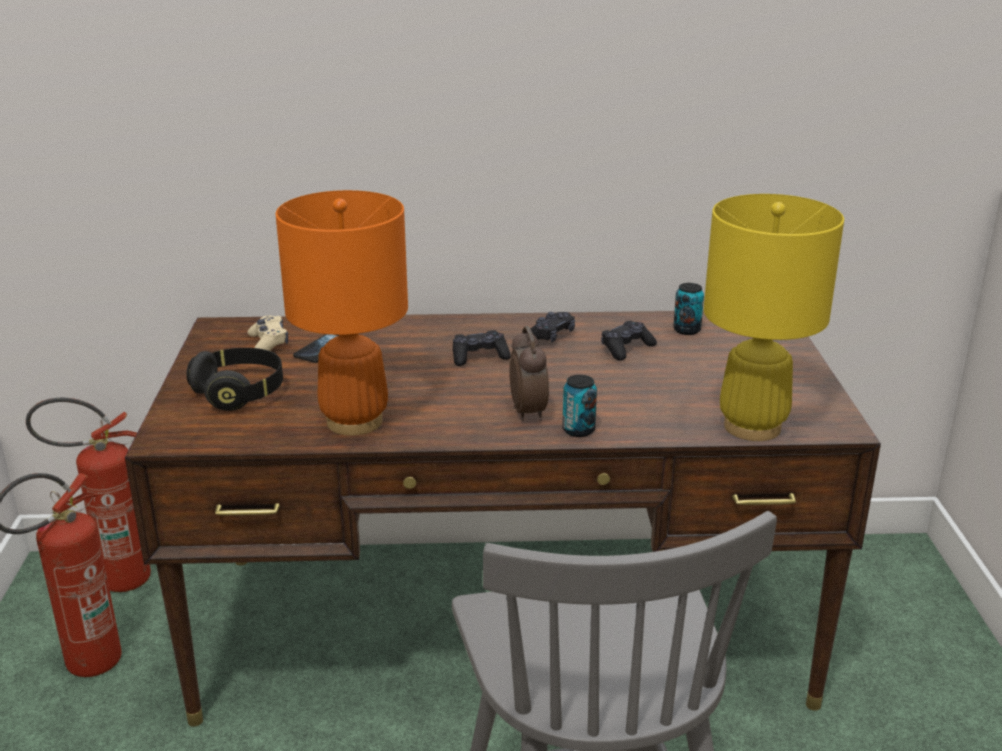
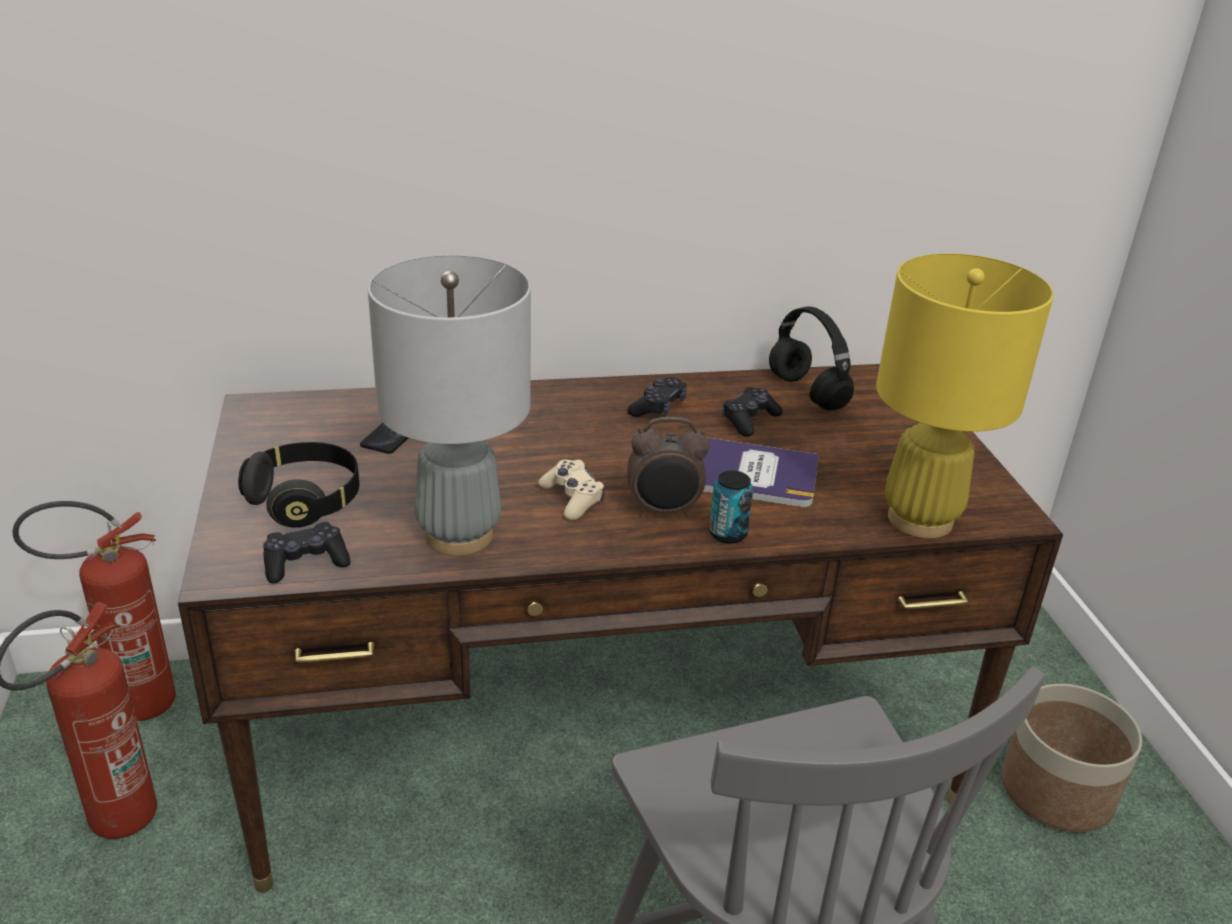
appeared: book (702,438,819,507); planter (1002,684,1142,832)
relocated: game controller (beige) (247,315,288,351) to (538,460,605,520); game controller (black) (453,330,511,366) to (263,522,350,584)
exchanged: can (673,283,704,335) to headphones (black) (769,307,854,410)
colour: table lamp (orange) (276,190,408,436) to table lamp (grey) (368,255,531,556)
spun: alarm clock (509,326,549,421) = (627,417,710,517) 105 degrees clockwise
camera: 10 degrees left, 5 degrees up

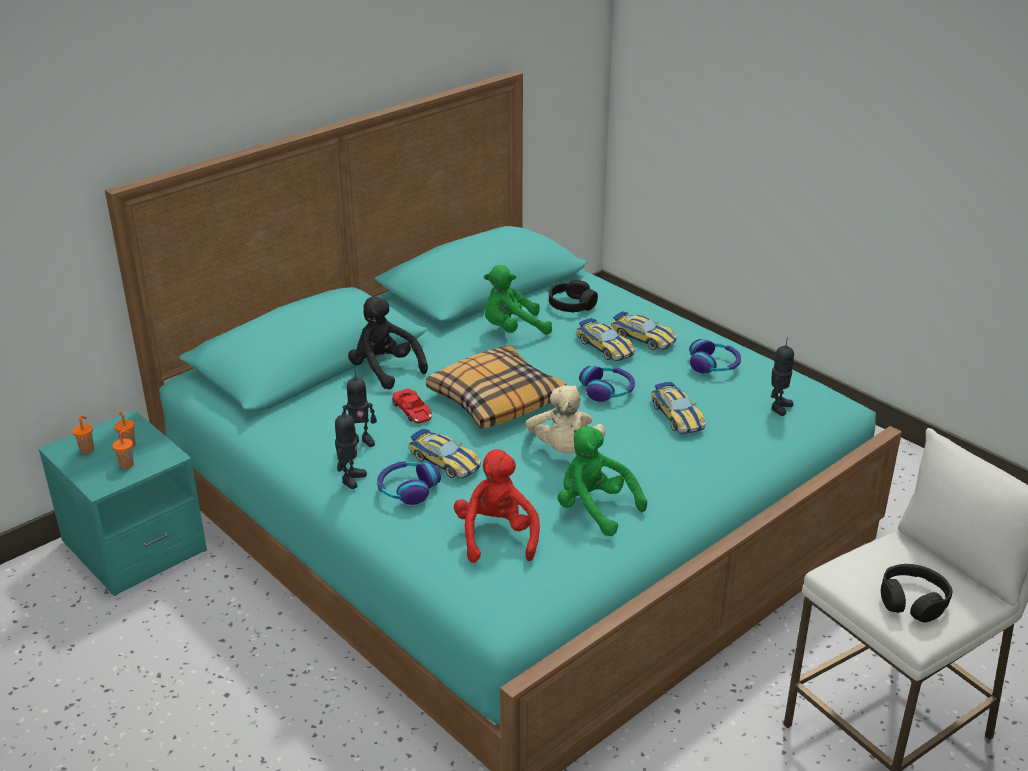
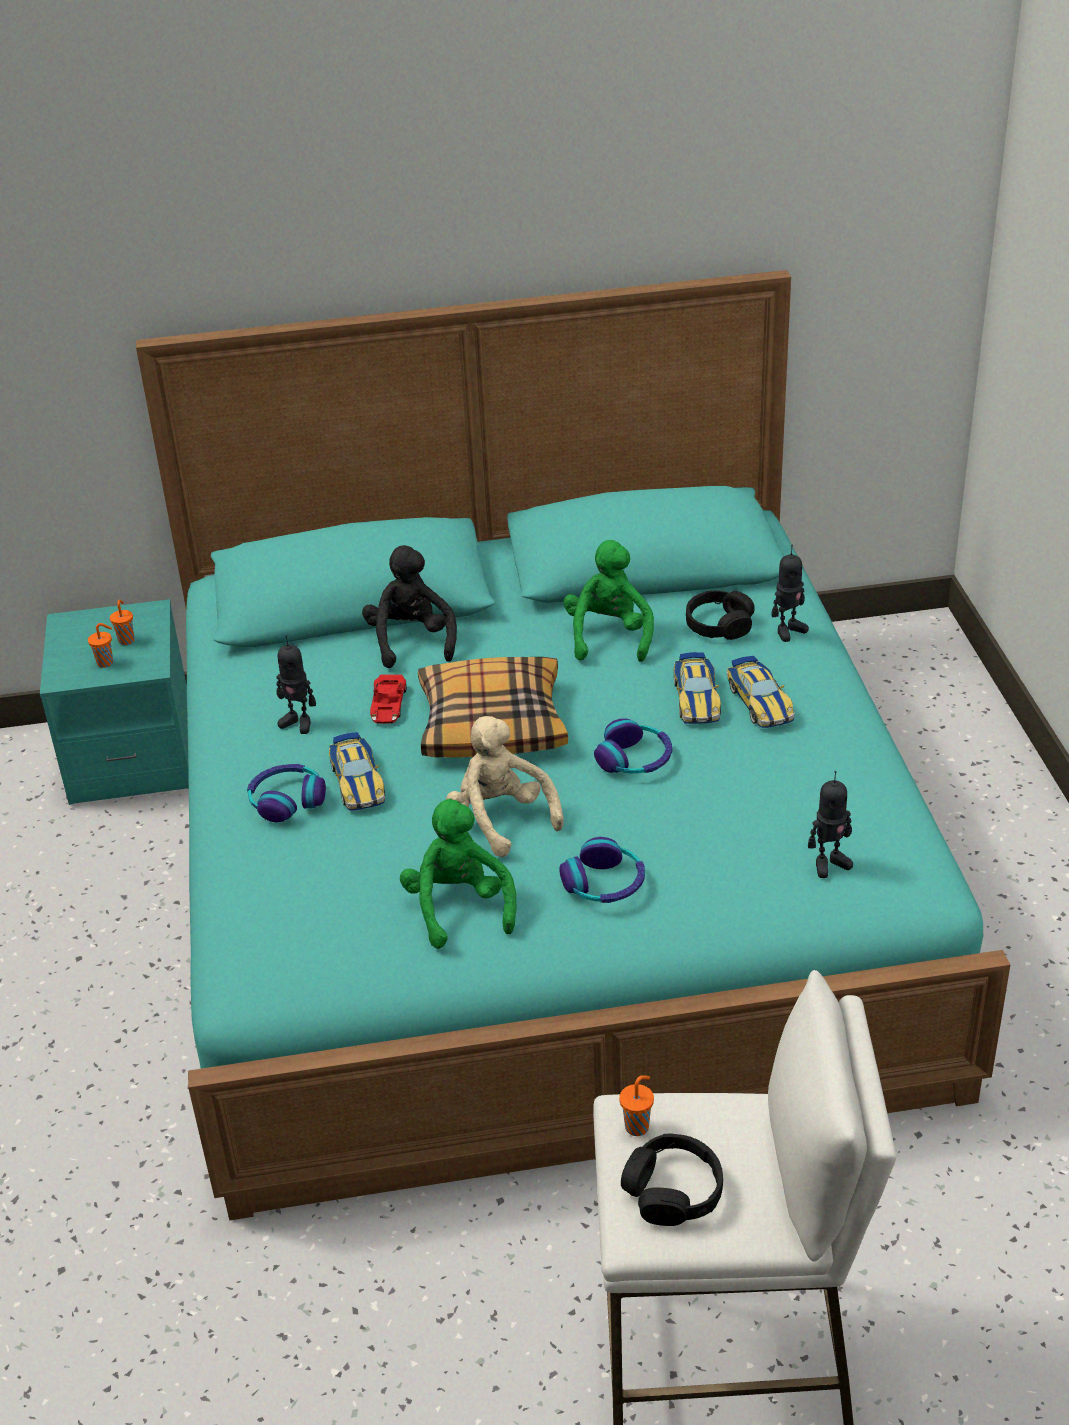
missing: toy car (651,382,706,434); plush toy (red) (454,449,540,563)
relocated: headphones (689,339,741,373) to (559,837,645,903); toy robot (335,406,367,489) to (771,545,809,642); cup (orange) (72,416,94,454) to (619,1075,654,1136)
spun: plush toy (green) (484,265,552,335) = (564,540,654,662) 75 degrees clockwise; plush toy (beige) (526,385,606,453) = (446,716,564,857) 120 degrees clockwise
camera: 35 degrees right, 5 degrees up

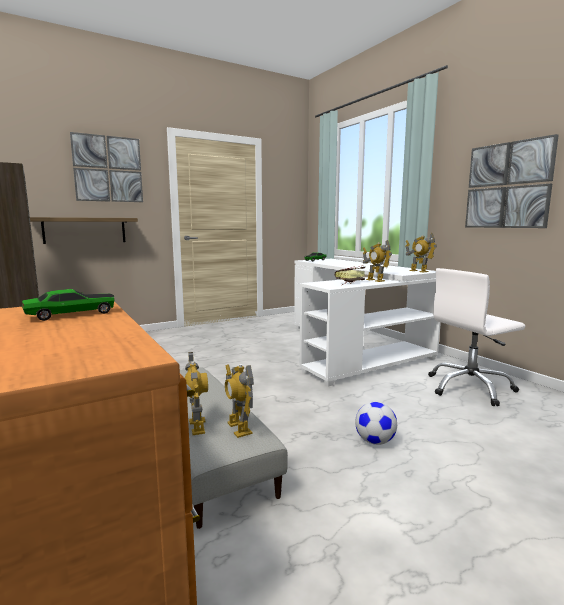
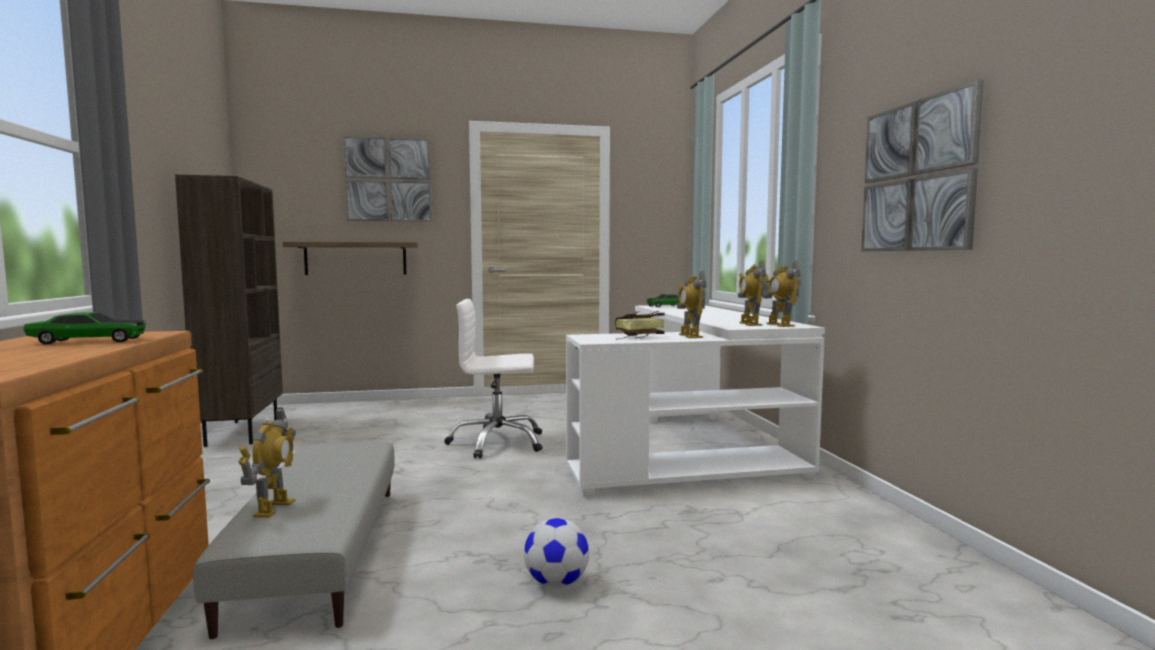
relocated: office chair (white) (428,268,525,406) to (444,299,542,459); toy robot (225,364,254,438) to (738,260,766,326)
camera: 20 degrees right, 5 degrees down

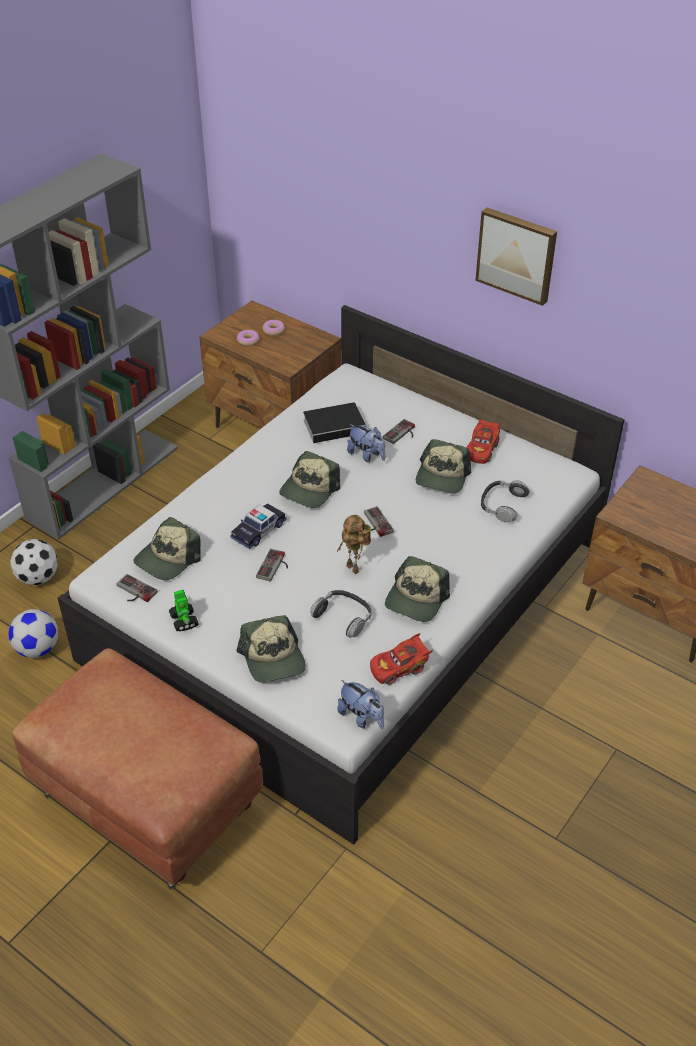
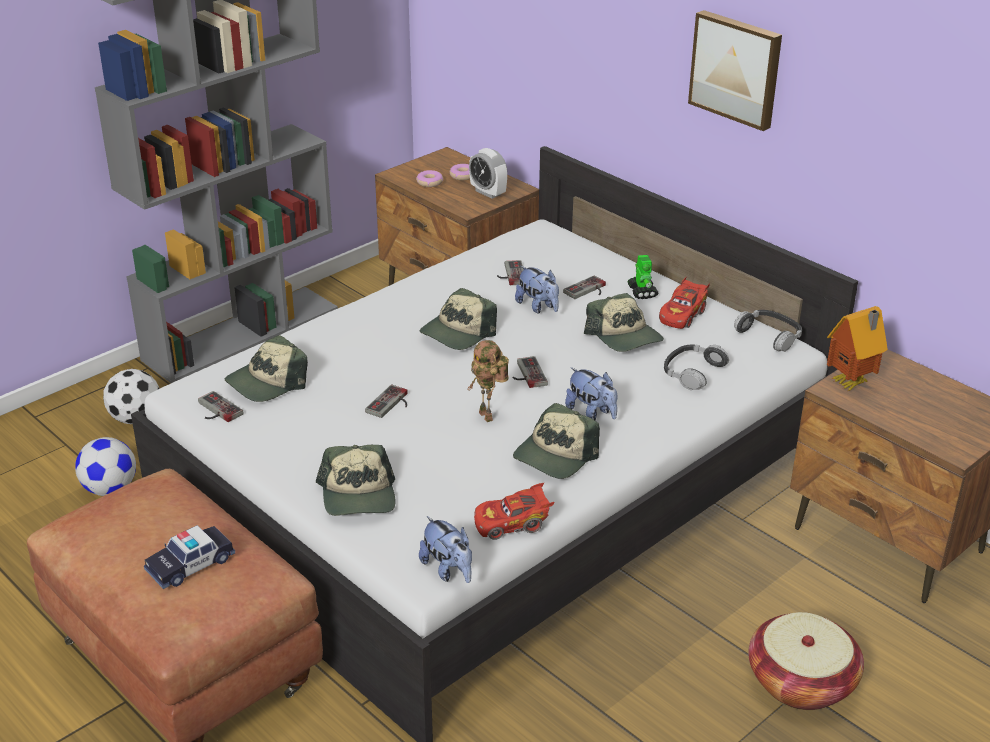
appeared: alarm clock (469,148,507,199); toy house (827,306,888,391); plush toy (565,367,617,420); basket (748,612,864,710)
relocated: toy car (231,503,287,549) to (144,525,235,589); toy robot (169,590,199,632) to (628,255,659,299); headphones (310,590,371,638) to (734,310,802,352)
exchanged: book (303,402,374,443) to game controller (497,260,524,285)
spun: cap (416,439,471,494) = (584,293,664,352) 60 degrees counterclockwise
camera: 10 degrees right, 10 degrees down

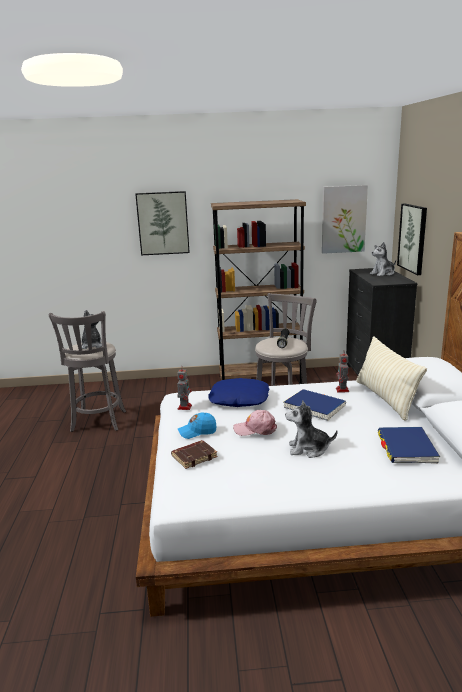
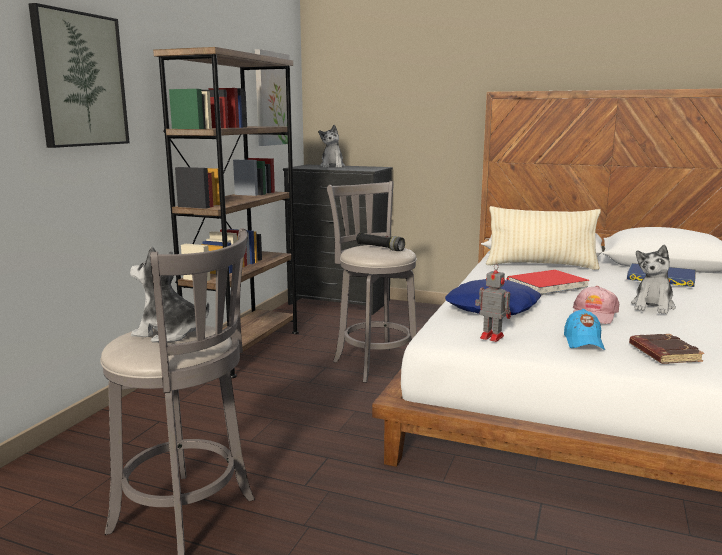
missing: picture (397,204,427,275); toy robot (336,353,349,393)
colour: book (blue) (284,389,346,421) to book (red) (507,270,589,295)
camera: 65 degrees left, 5 degrees down

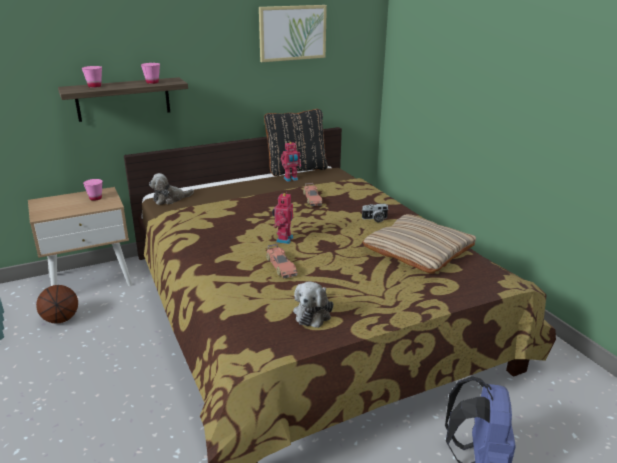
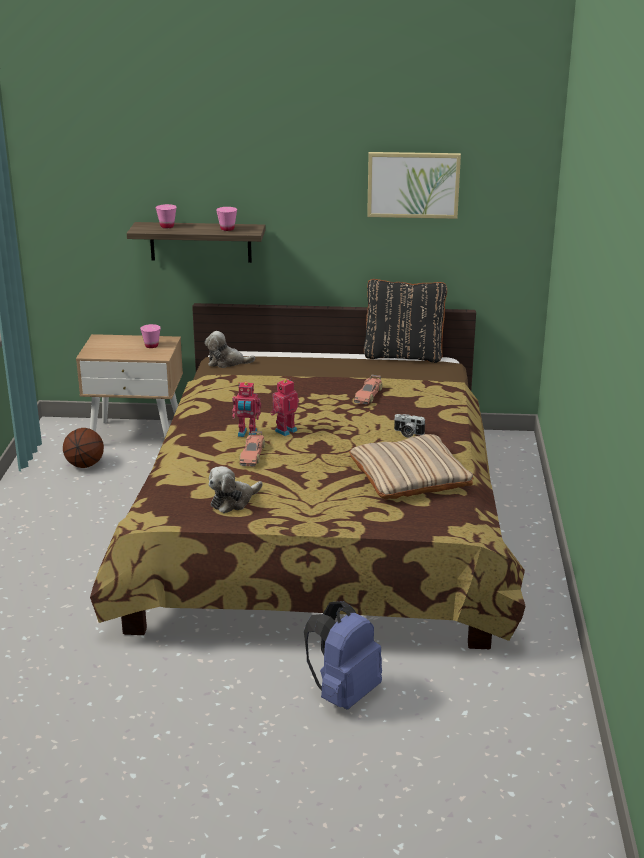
relocated: toy robot (281,142,301,182) to (232,382,261,437)
camera: 30 degrees right, 0 degrees up

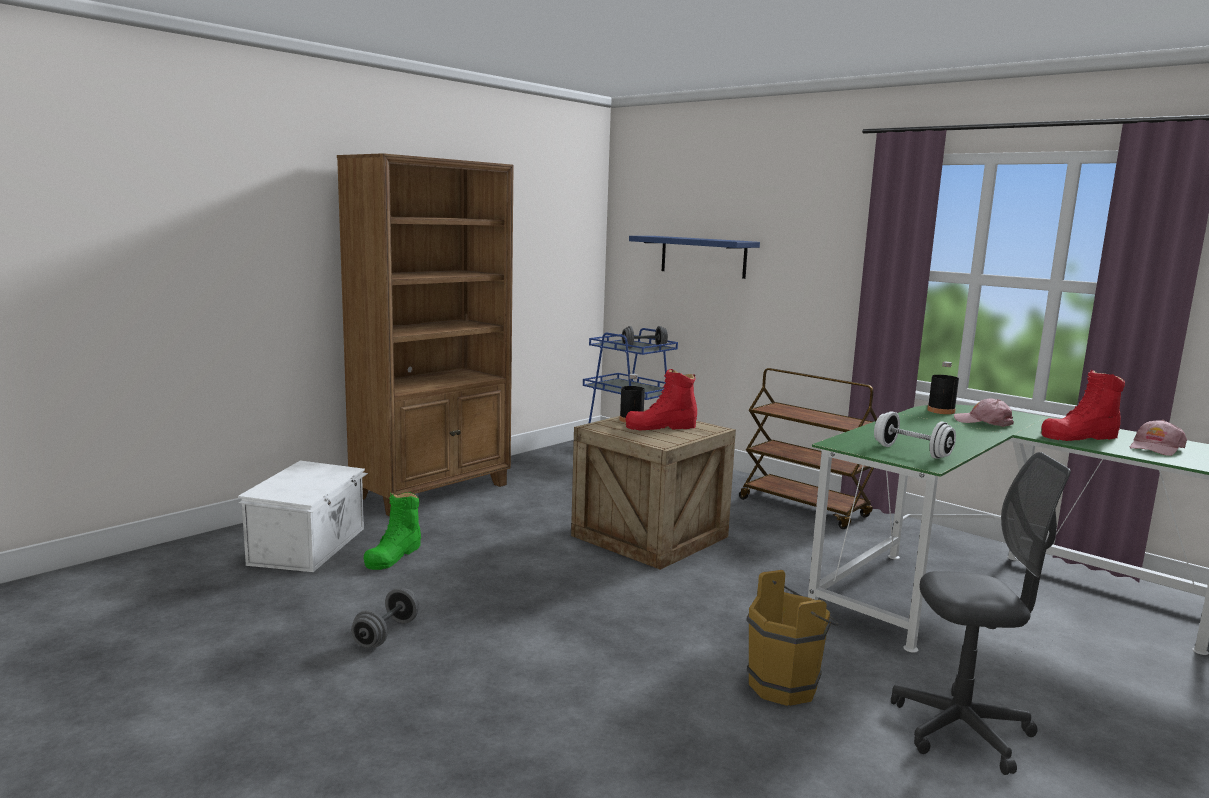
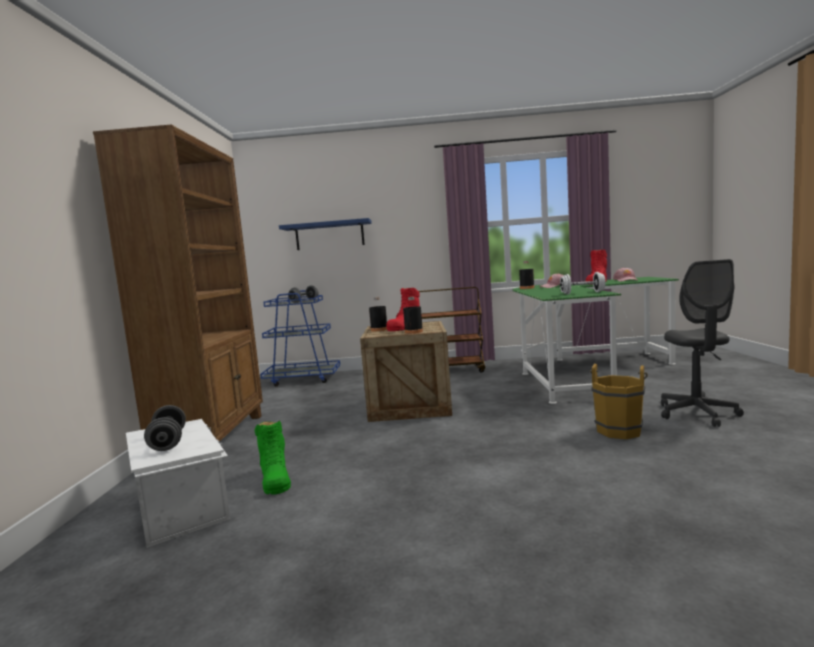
appeared: bottle (black) (403,297,423,334)
relocated: dumbbell (grey) (351,588,419,648) to (144,405,186,451)
spun: office chair (grey) (891,452,1071,775) = (661,259,744,427) 135 degrees clockwise
camera: 40 degrees left, 5 degrees down

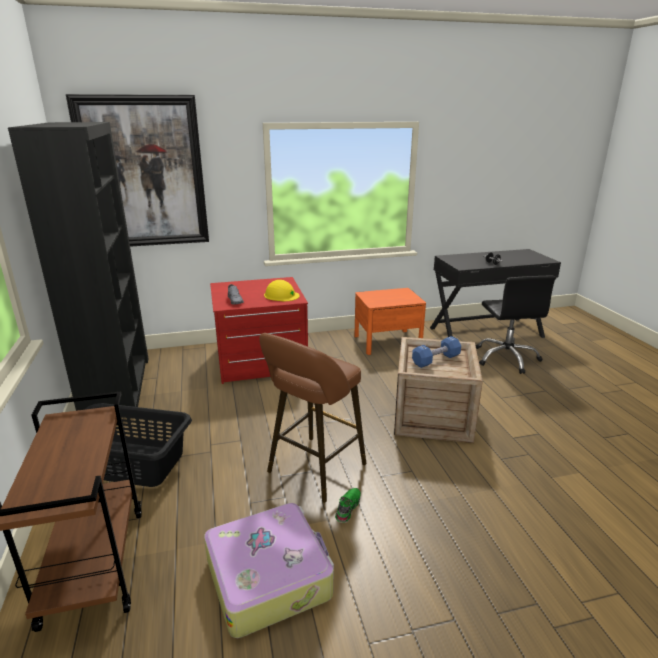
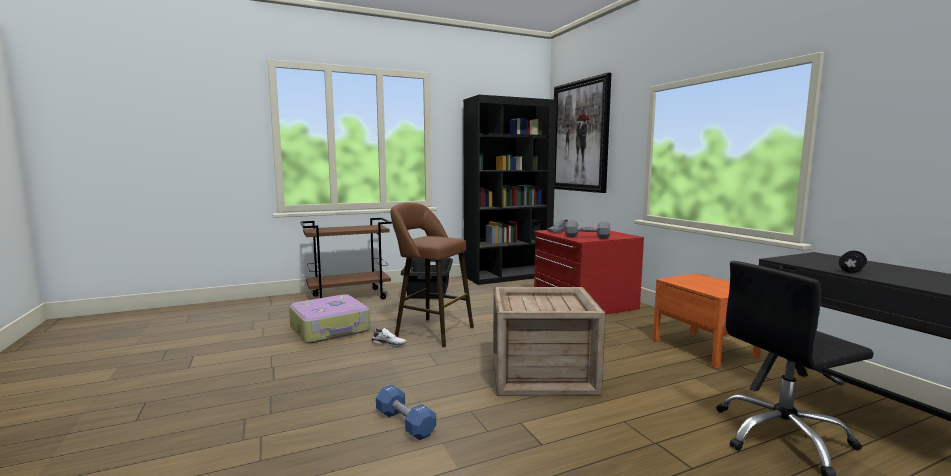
relocated: dumbbell (blue) (412,336,461,368) to (376,385,436,440)
exchanged: hard hat (yellow) (264,280,300,301) to dumbbell (grey) (565,221,610,239)
colour: shoe (green) (335,488,361,523) to shoe (white) (371,328,407,347)
camera: 80 degrees right, 15 degrees down

